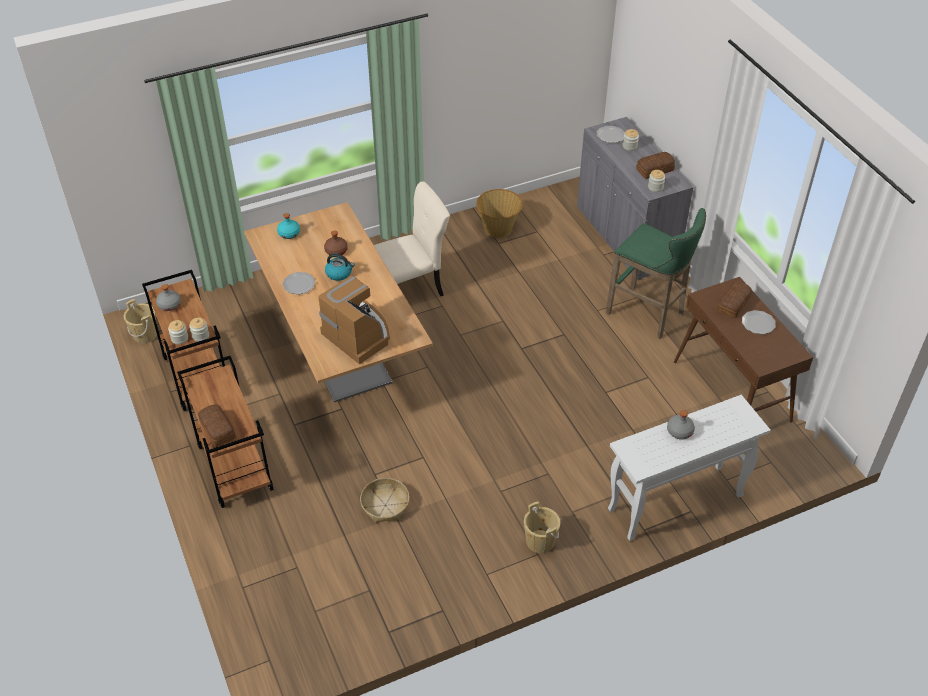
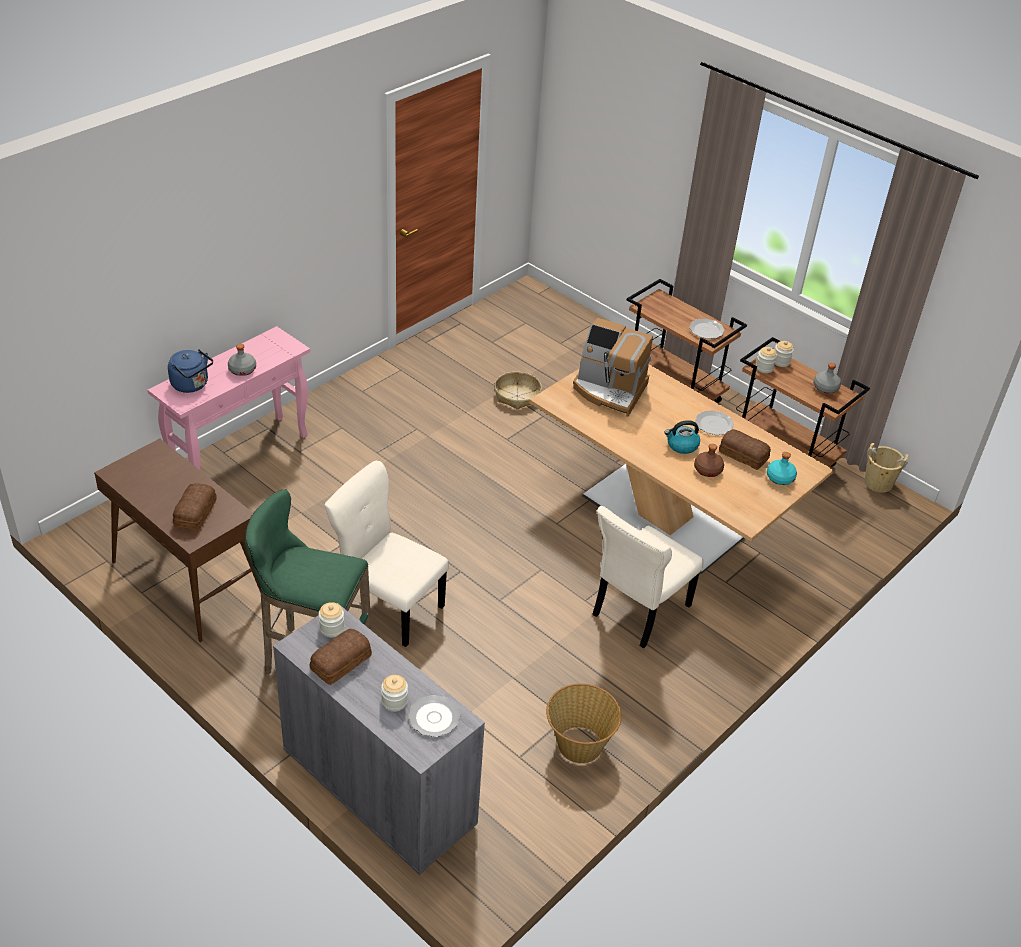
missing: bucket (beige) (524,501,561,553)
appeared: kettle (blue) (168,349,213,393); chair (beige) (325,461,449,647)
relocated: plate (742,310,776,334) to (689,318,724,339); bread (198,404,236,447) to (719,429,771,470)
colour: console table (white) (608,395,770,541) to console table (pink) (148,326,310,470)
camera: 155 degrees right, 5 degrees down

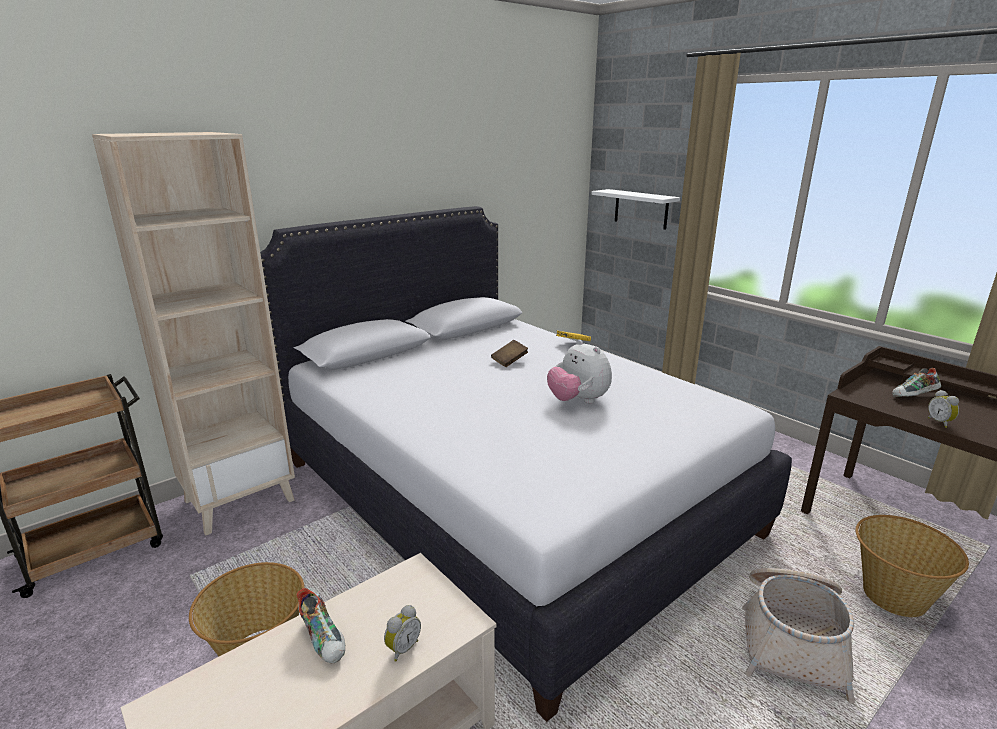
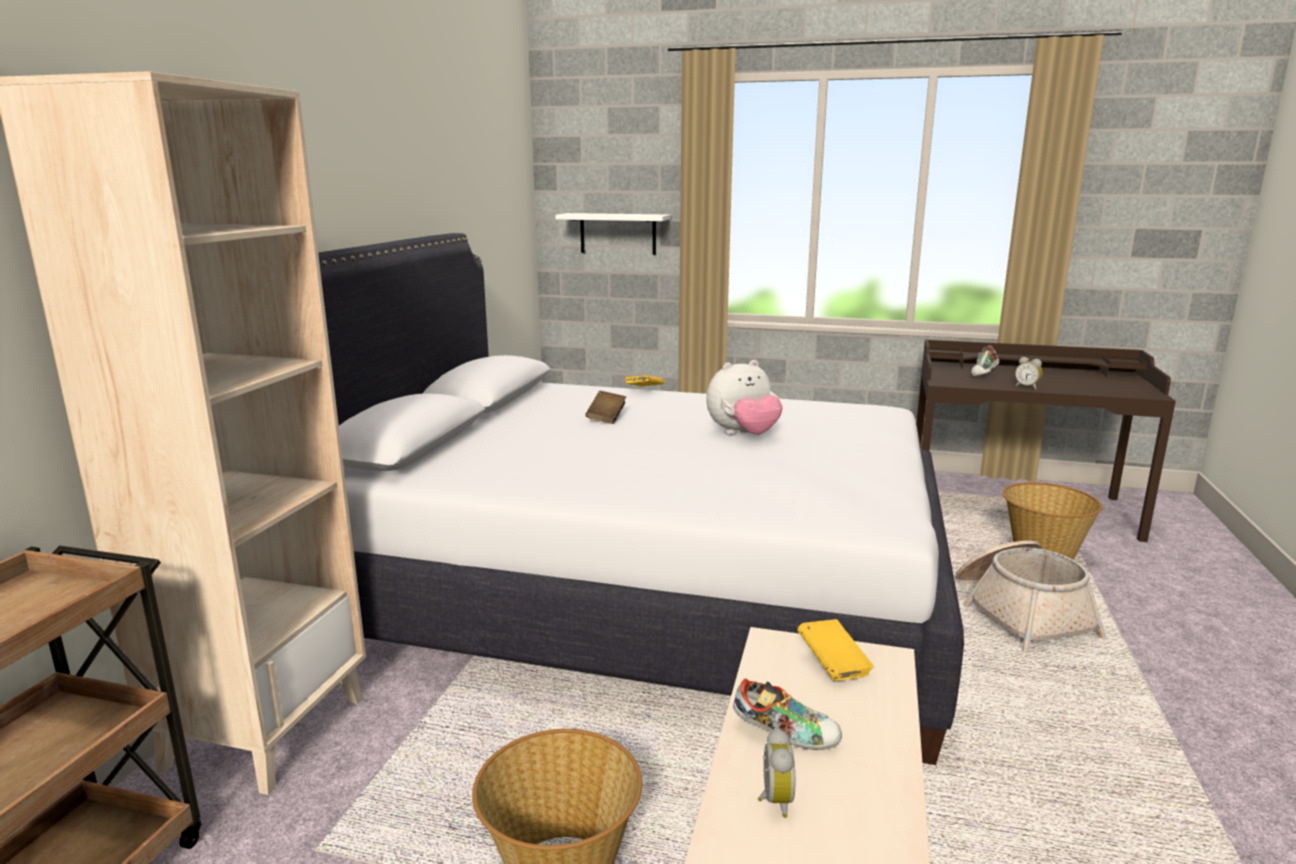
appeared: book (yellow) (797,619,874,681)
relocated: alarm clock (384,605,421,662) to (758,728,795,818)
spun: plush toy (547,340,612,403) = (706,360,783,435) 45 degrees counterclockwise
camera: 35 degrees left, 5 degrees down

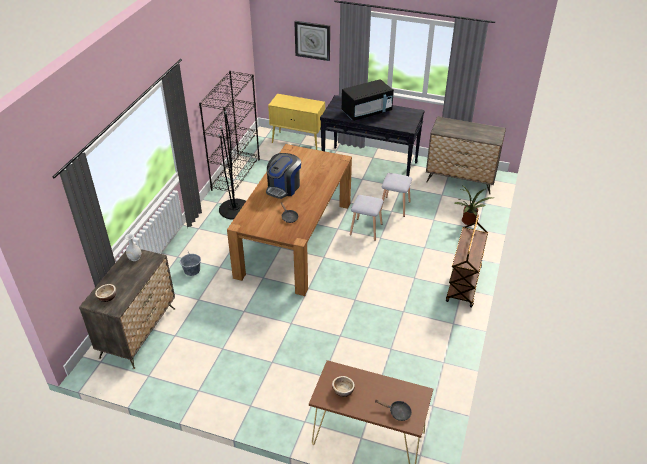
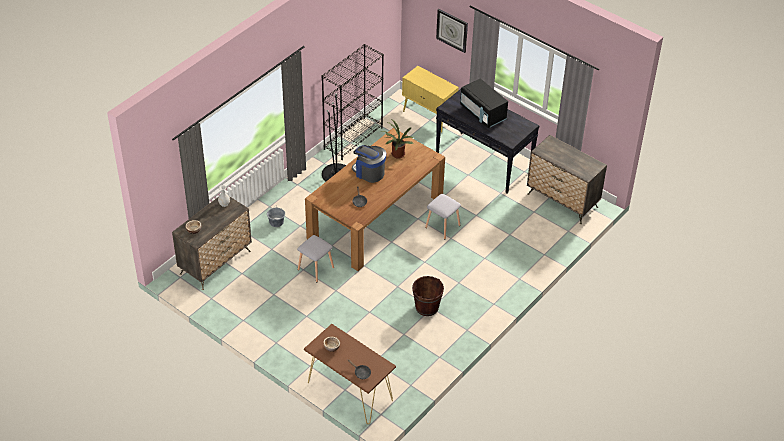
missing: cart (brown) (446,215,488,308)
appeared: bucket (brown) (412,276,444,316)
relocated: stool (grey) (381,173,412,217) to (297,235,334,282); potted plant (454,186,493,225) to (382,119,414,159)
spun: microwave (black) (342,79,394,121) = (460,78,508,128) 60 degrees clockwise; coffee machine (266,153,301,199) = (352,145,386,183) 75 degrees clockwise
camera: 20 degrees right, 5 degrees up

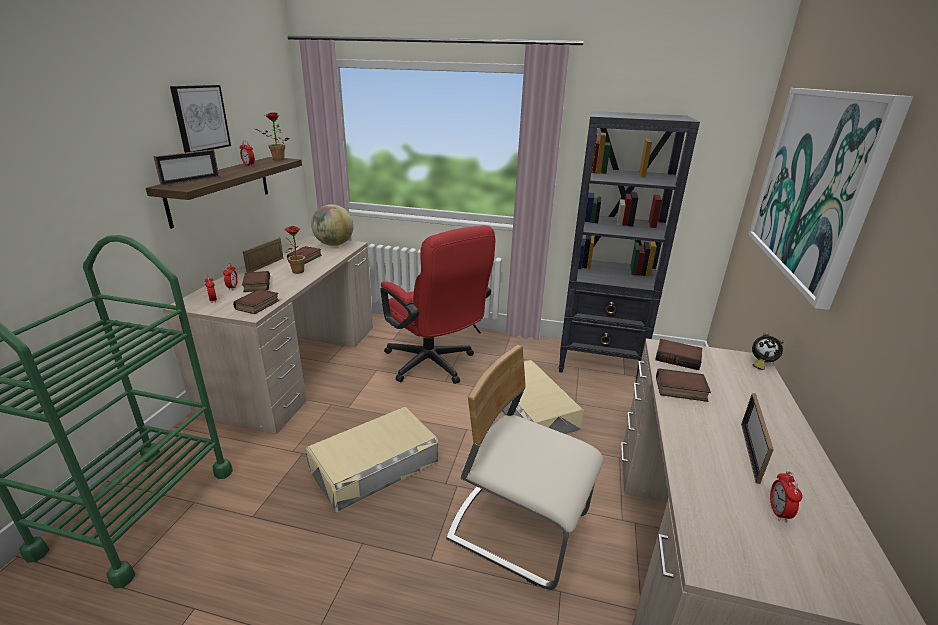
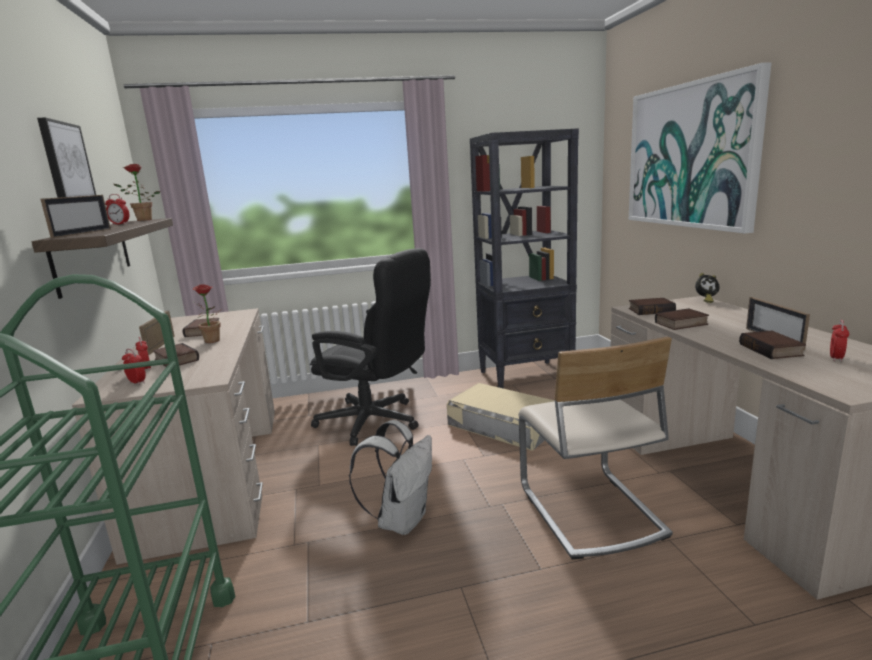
missing: globe (311,204,354,246)
relocated: book (233,289,279,314) to (739,331,806,359)
exchanged: storage box (beige) (306,407,439,512) to backpack (white) (349,420,432,535)
colour: office chair (red) (380,225,495,384) to office chair (black) (310,248,431,446)
spun: chair (beige) (446,345,603,590) = (518,337,673,559) 105 degrees counterclockwise; alarm clock (770,471,802,522) = (830,320,849,362) 135 degrees counterclockwise
camera: 25 degrees left, 10 degrees down

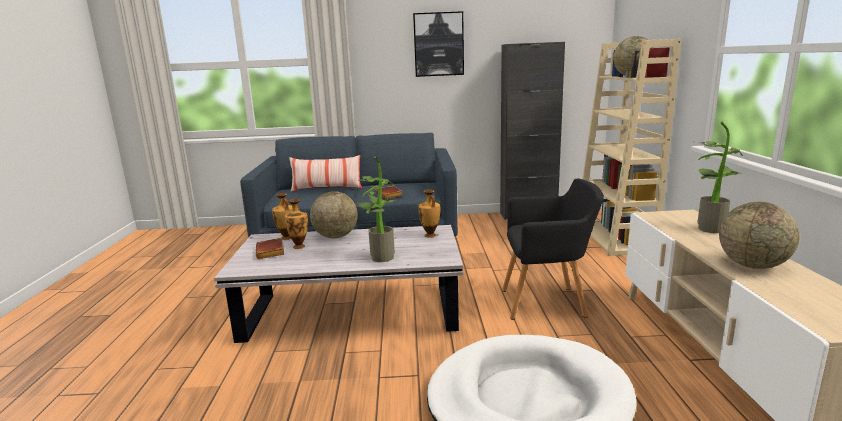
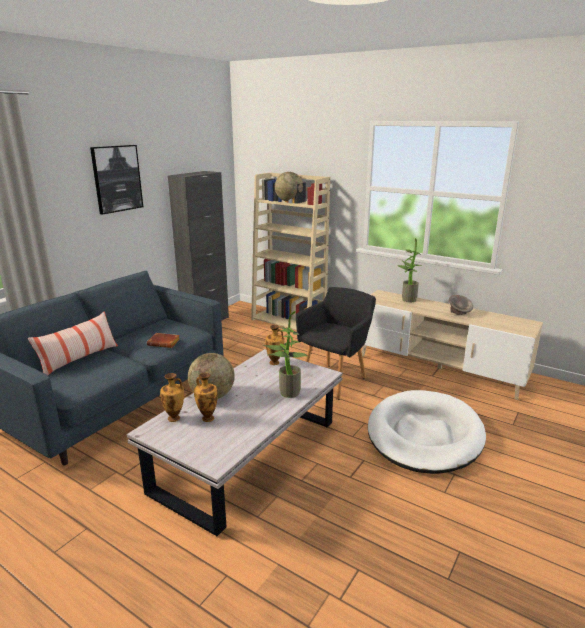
missing: book (brown) (256,238,284,259)
exchanged: globe (719,202,800,269) to bowl (grey) (449,295,473,315)
camera: 55 degrees left, 5 degrees up

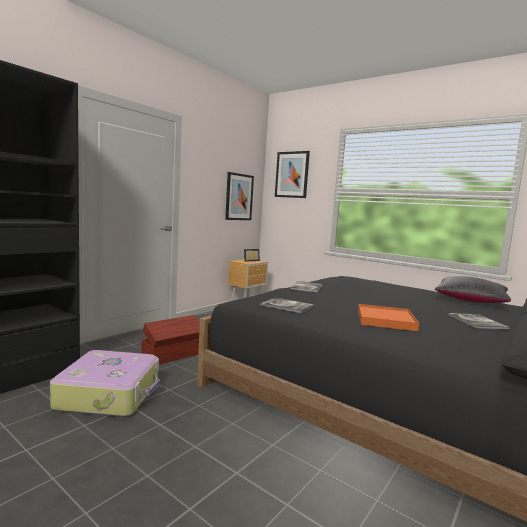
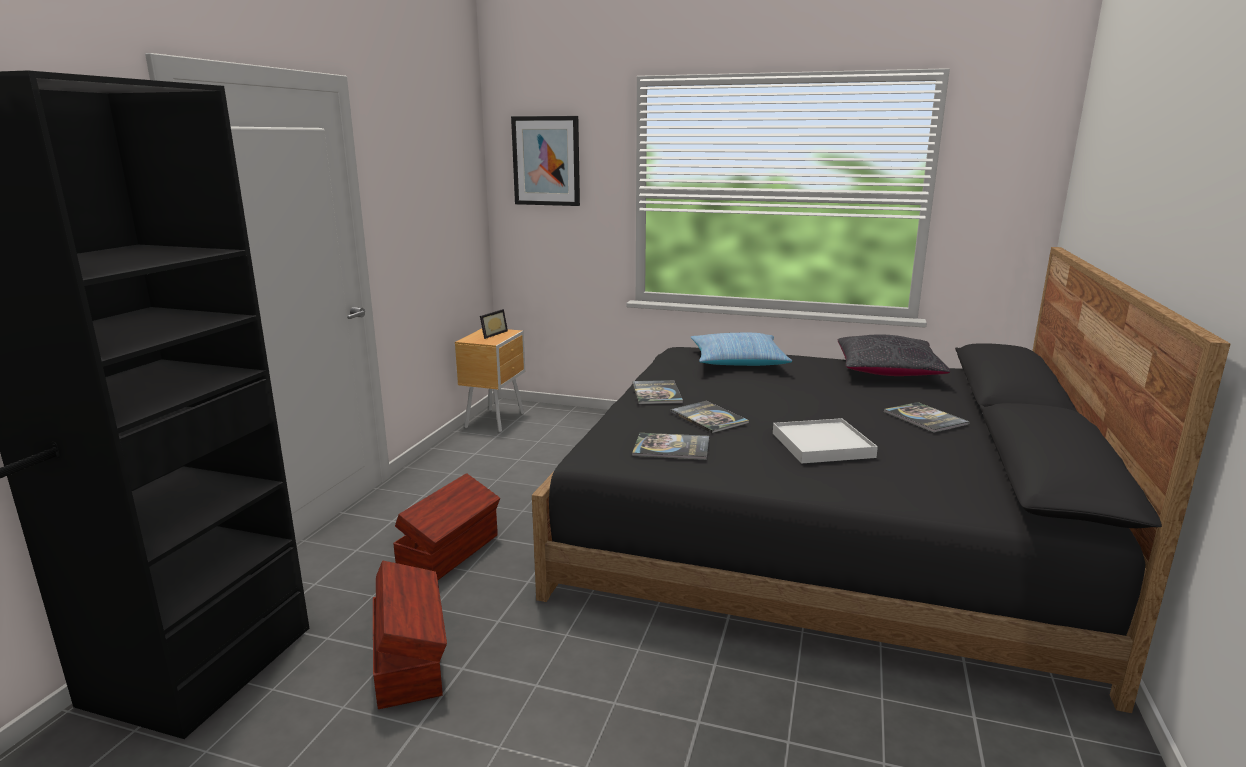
missing: picture (225,172,254,220)
appeared: pillow (690,333,792,366); book (671,401,749,434)
exchanged: suitcase (50,350,160,417) to storage box (brown) (373,561,447,709)
colour: tray (orange) (358,304,419,331) to tray (white) (773,418,878,463)
camera: 20 degrees left, 10 degrees up

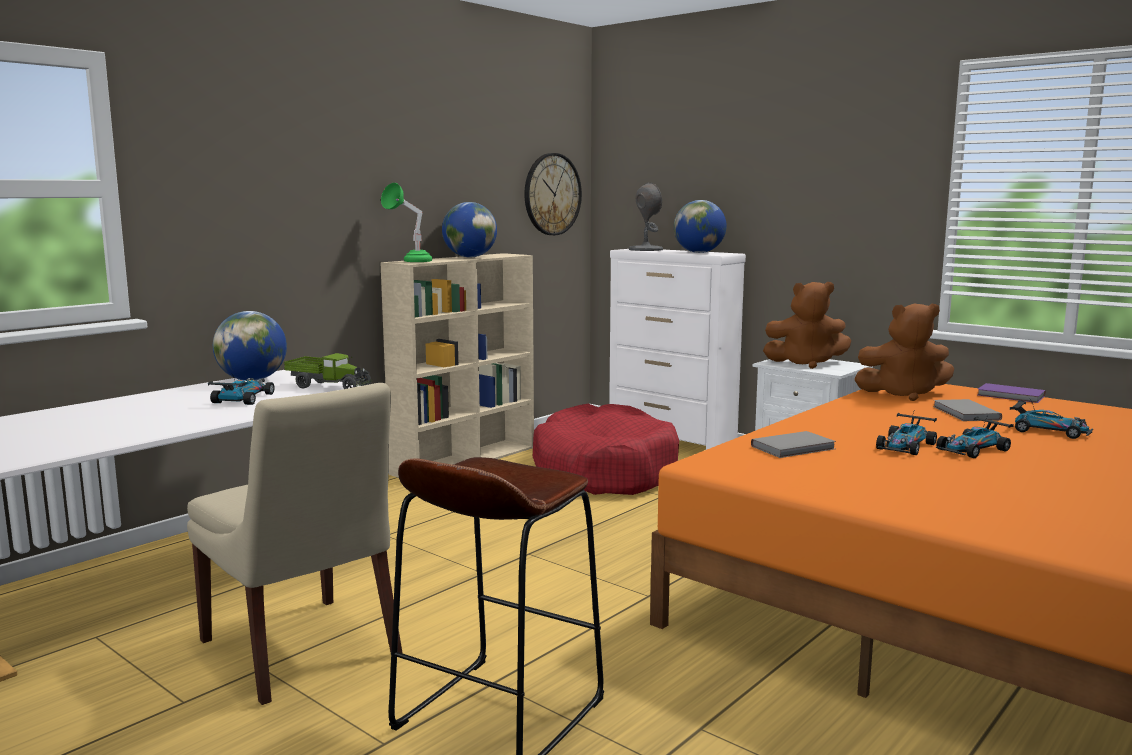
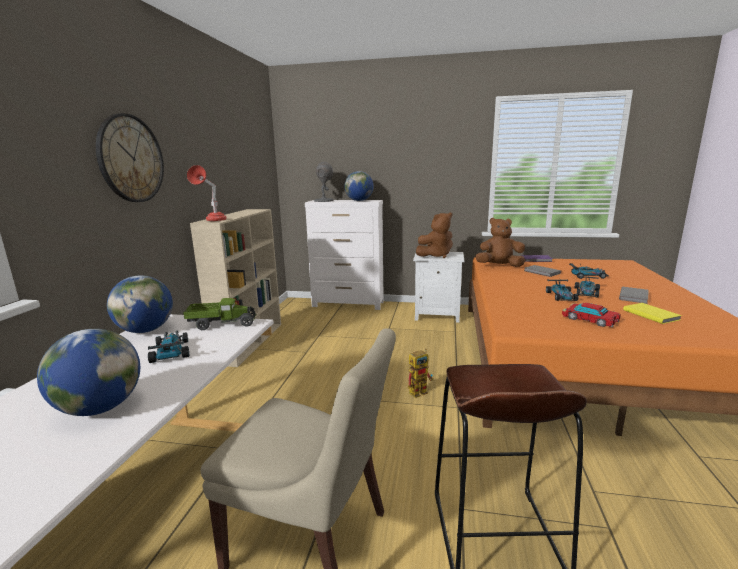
missing: dog bed (red) (533,404,679,495)
appeared: toy car (562,302,621,327); book (yellow) (623,303,682,324); toy robot (408,349,434,398)
relocated: wall clock (524,153,582,235) to (96,113,164,202); globe (442,202,497,258) to (37,329,140,416); book (grey) (751,431,836,458) to (619,287,649,304)
colour: table lamp (green) (381,183,432,262) to table lamp (red) (187,165,226,221)
spun: plush toy (brown) (854,304,954,401) = (476,218,525,267) 150 degrees counterclockwise
camera: 30 degrees left, 5 degrees up

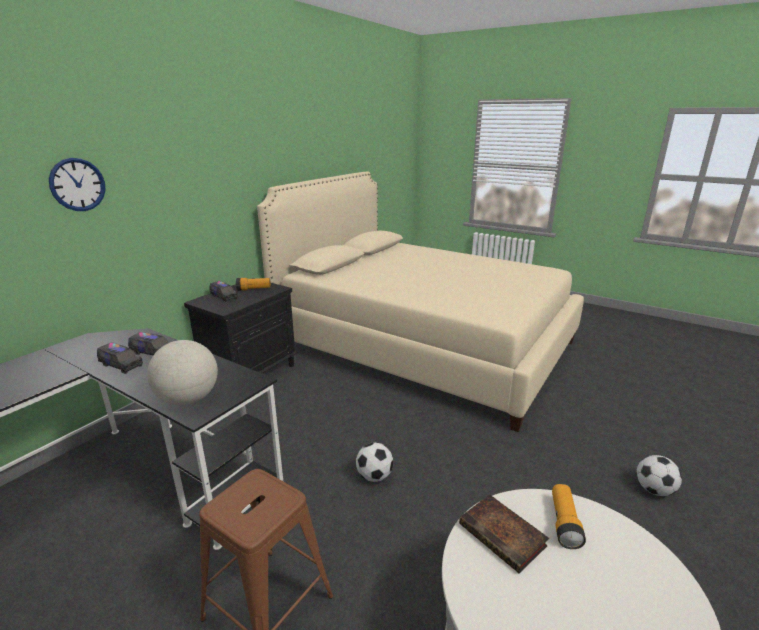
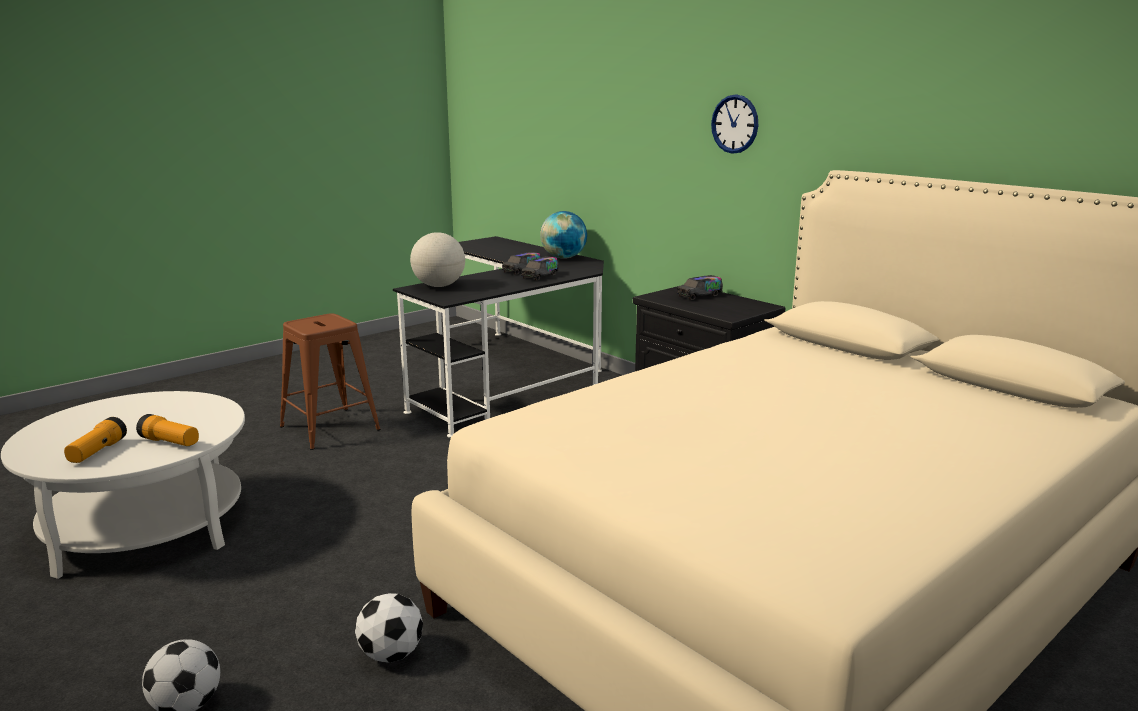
missing: book (459,495,549,573)
appeared: globe (540,211,587,259)
relocated: wall clock (49,158,106,211) to (711,95,758,154); flashlight (236,278,271,291) to (64,417,127,463); football (356,442,393,482) to (355,593,423,663)
camera: 105 degrees right, 5 degrees down

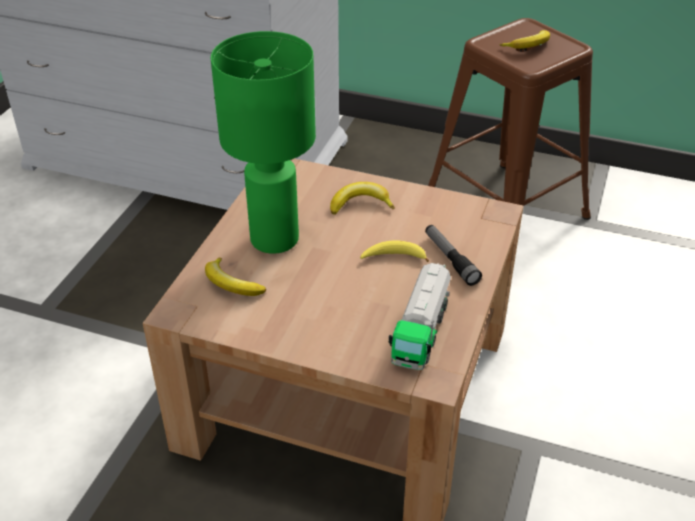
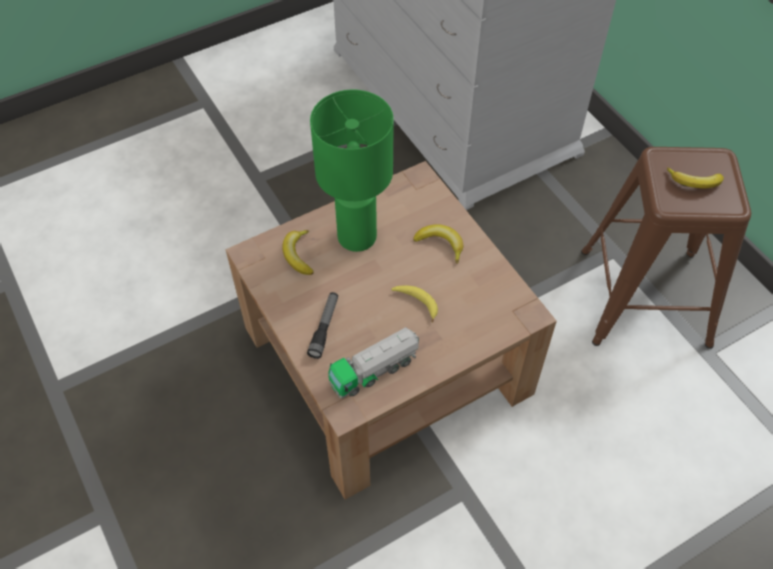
relocated: flashlight (425,225,482,286) to (307,292,338,359)
camera: 40 degrees right, 15 degrees up

